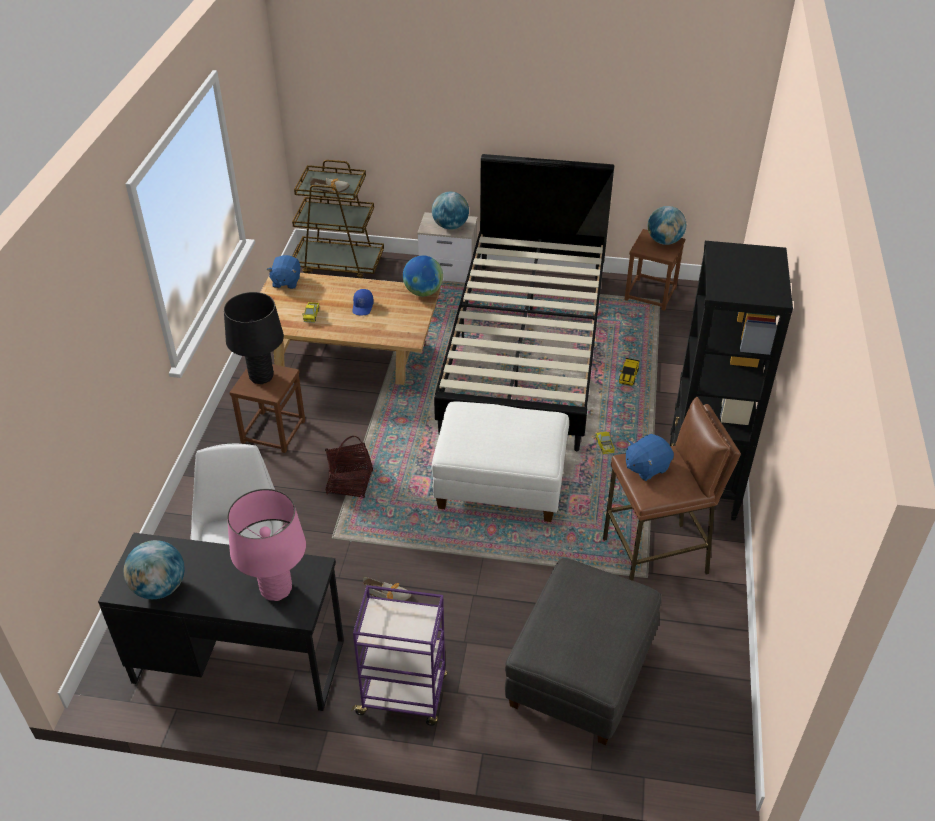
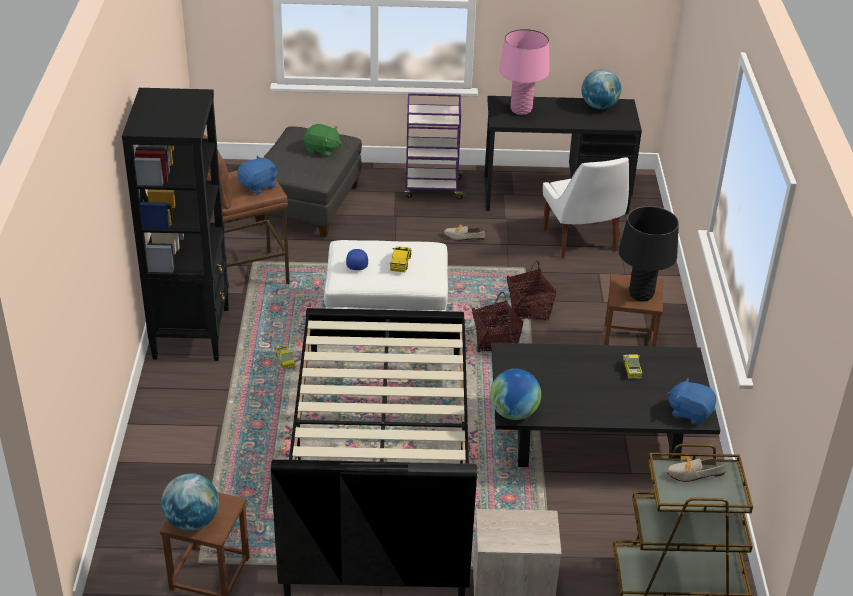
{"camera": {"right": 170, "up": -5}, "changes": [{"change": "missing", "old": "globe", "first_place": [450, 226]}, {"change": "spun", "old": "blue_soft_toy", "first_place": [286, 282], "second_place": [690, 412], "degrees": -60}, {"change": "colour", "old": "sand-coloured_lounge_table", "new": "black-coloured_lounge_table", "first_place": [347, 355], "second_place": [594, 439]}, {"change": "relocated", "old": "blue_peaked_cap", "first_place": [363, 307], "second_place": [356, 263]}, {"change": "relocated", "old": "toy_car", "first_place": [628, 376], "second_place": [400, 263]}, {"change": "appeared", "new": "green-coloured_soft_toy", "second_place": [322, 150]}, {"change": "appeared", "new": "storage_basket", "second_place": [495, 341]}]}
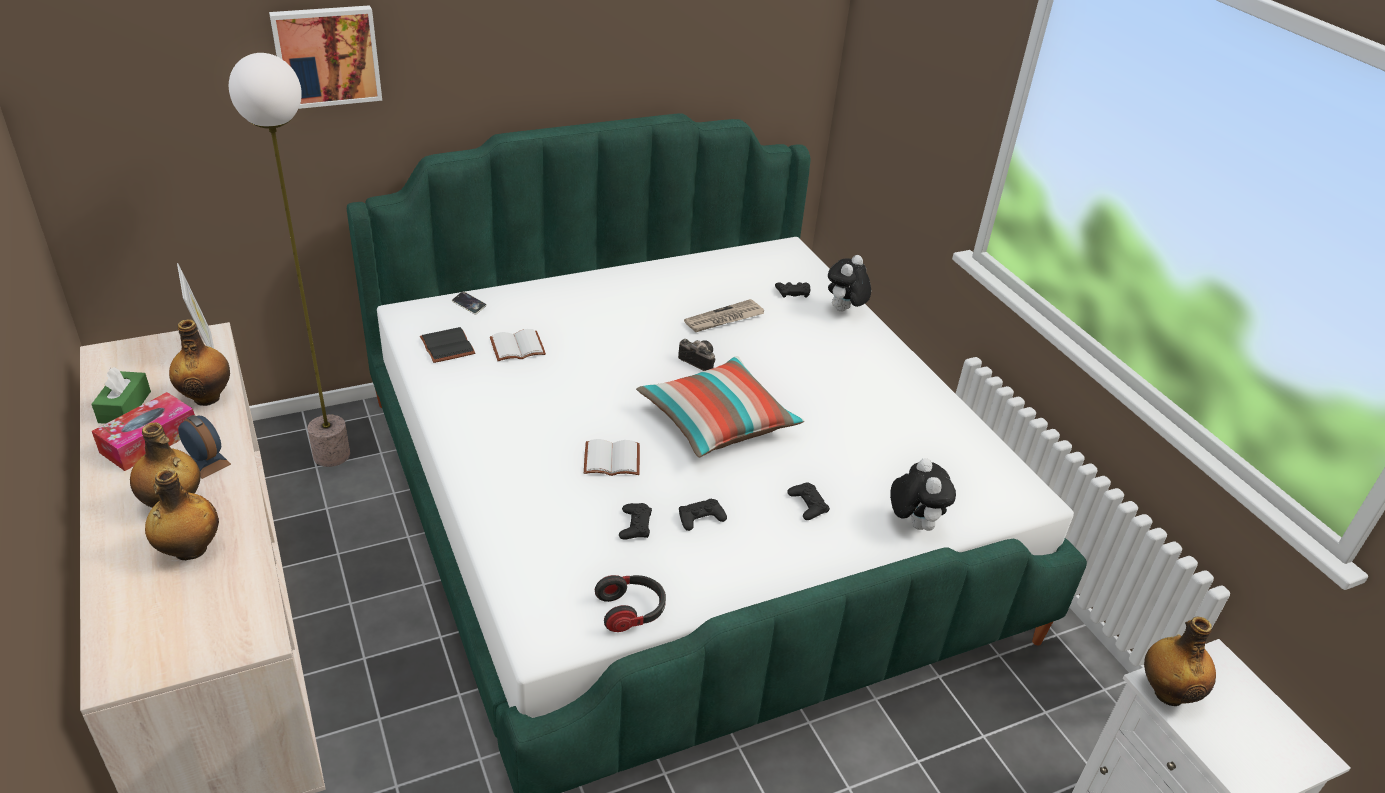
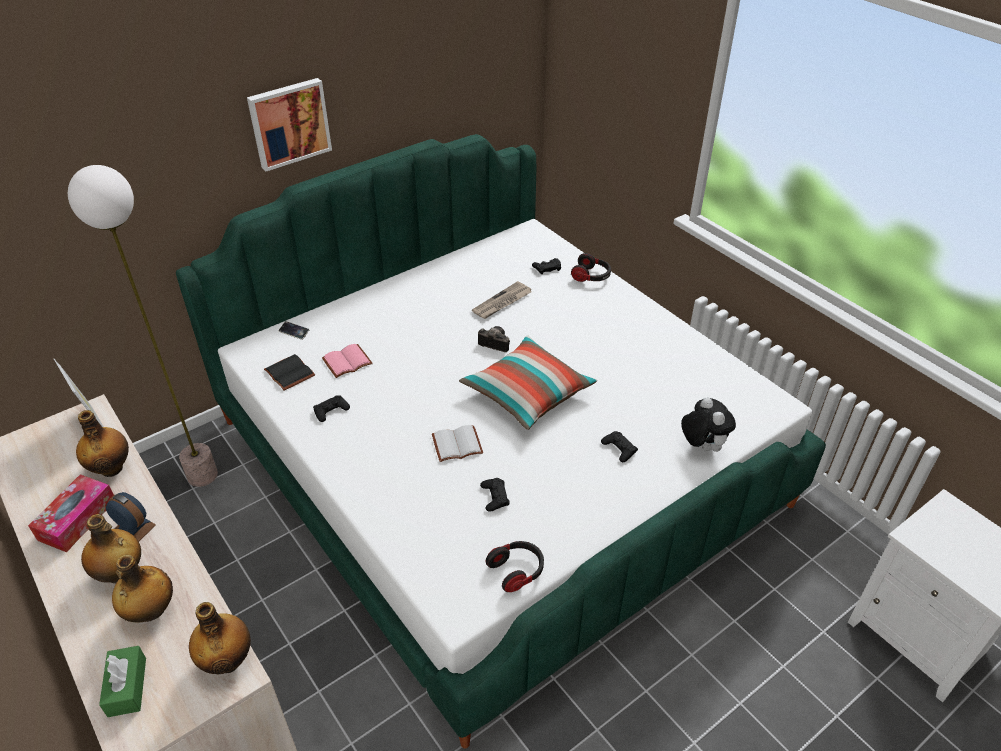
{"camera": {"right": -10, "up": 5}, "changes": [{"change": "relocated", "old": "picture", "first_place": [327, 55], "second_place": [289, 123]}, {"change": "exchanged", "old": "soft_toy", "new": "headphones", "first_place": [844, 311], "second_place": [591, 276]}, {"change": "colour", "old": "white_book", "new": "pink-coloured_book", "first_place": [517, 348], "second_place": [347, 363]}, {"change": "relocated", "old": "green-coloured_tissue_box", "first_place": [125, 407], "second_place": [127, 687]}, {"change": "relocated", "old": "black-coloured_joypad", "first_place": [701, 518], "second_place": [331, 411]}, {"change": "relocated", "old": "drink_bottle", "first_place": [1167, 692], "second_place": [228, 660]}]}
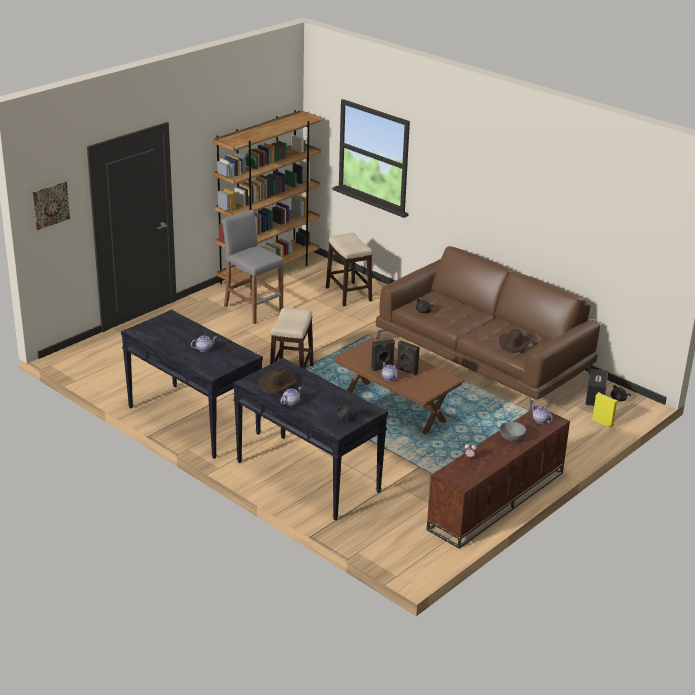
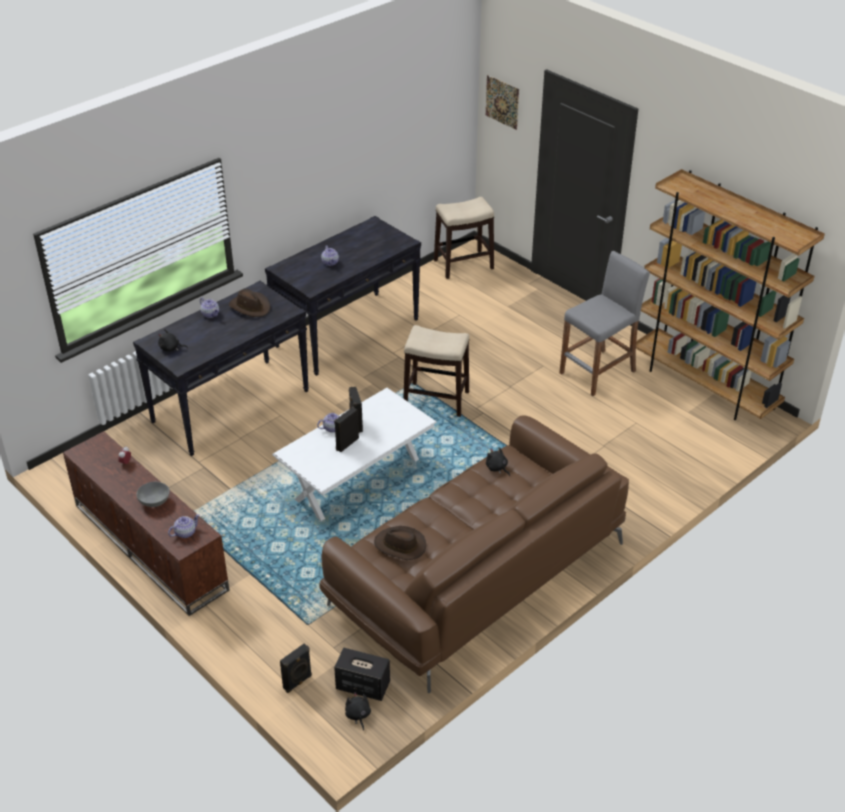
{"camera": {"right": 95, "up": 10}, "changes": [{"change": "relocated", "old": "stool_seat", "first_place": [348, 294], "second_place": [464, 264]}, {"change": "colour", "old": "brownish_lounge_table", "new": "white_lounge_table", "first_place": [395, 407], "second_place": [357, 479]}, {"change": "colour", "old": "yellow_speaker", "new": "black-coloured_speaker", "first_place": [603, 422], "second_place": [298, 682]}]}
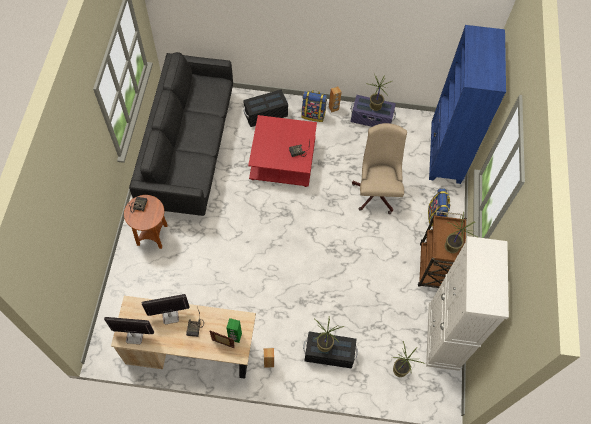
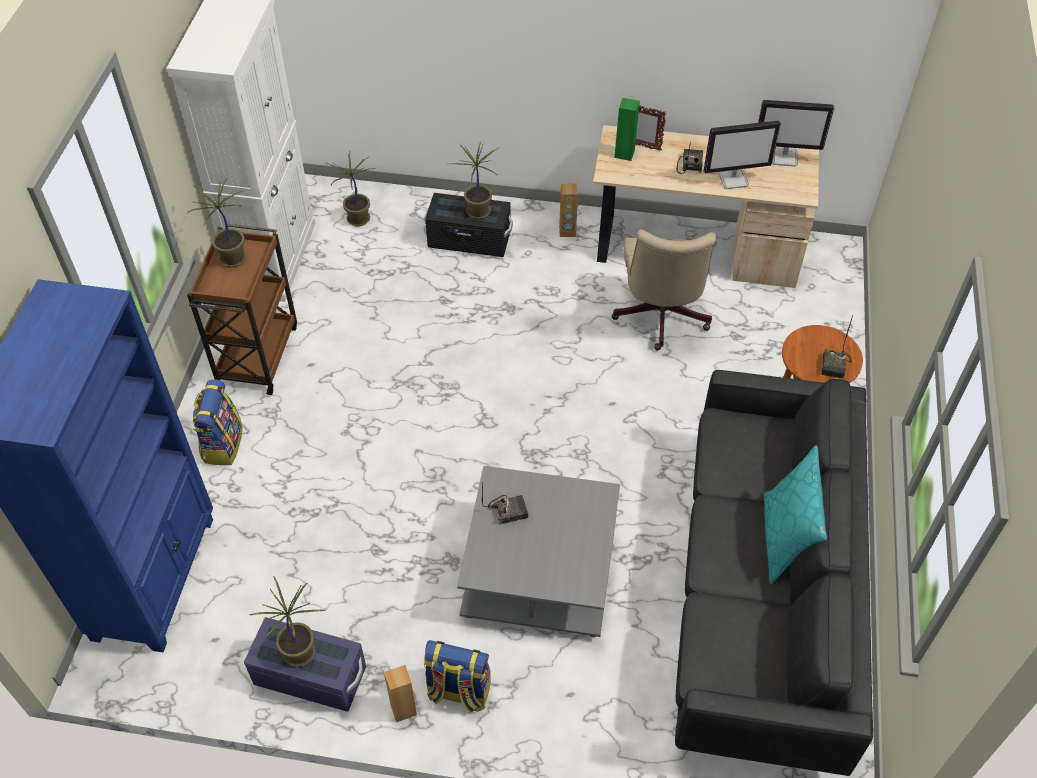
{"camera": {"right": -175, "up": -10}, "changes": [{"change": "missing", "old": "black-coloured_storage_bin", "first_place": [265, 114]}, {"change": "colour", "old": "red_lounge_table", "new": "greyish_lounge_table", "first_place": [282, 159], "second_place": [541, 571]}, {"change": "relocated", "old": "sand-coloured_office_chair", "first_place": [376, 190], "second_place": [659, 318]}, {"change": "appeared", "new": "turquoise-coloured_cushion", "second_place": [785, 539]}]}
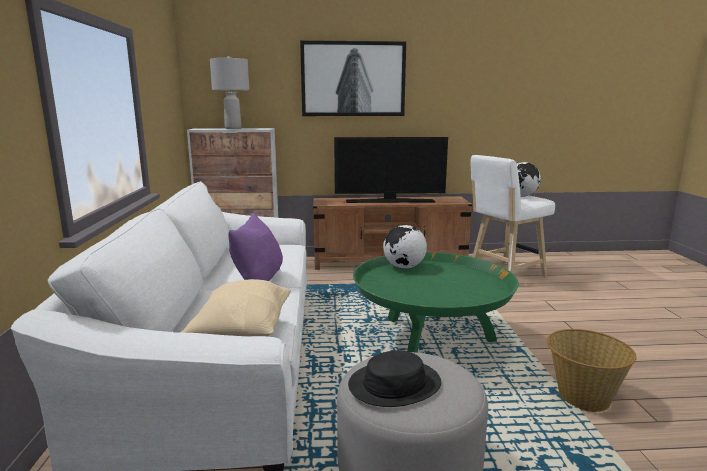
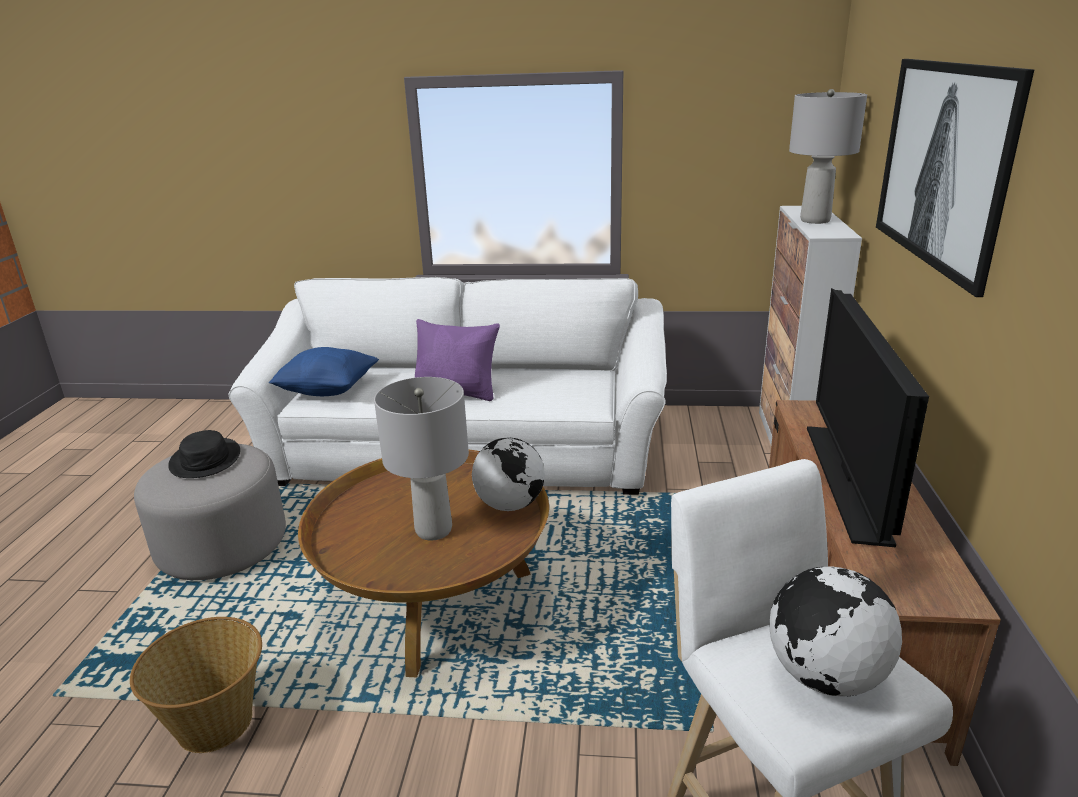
{"camera": {"right": 100, "up": 10}, "changes": [{"change": "colour", "old": "green-coloured_lounge_table", "new": "brownish_lounge_table", "first_place": [430, 343], "second_place": [436, 602]}, {"change": "colour", "old": "sand-coloured_cushion", "new": "blue_cushion", "first_place": [242, 334], "second_place": [328, 390]}, {"change": "appeared", "new": "greyish_tabletop_lamp", "second_place": [433, 530]}]}
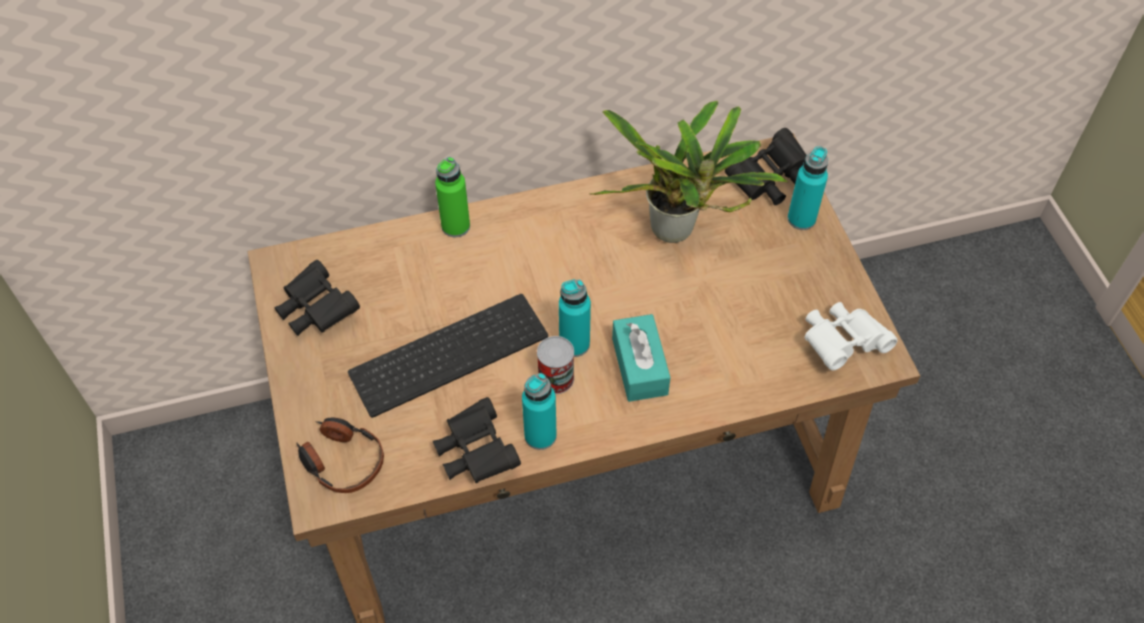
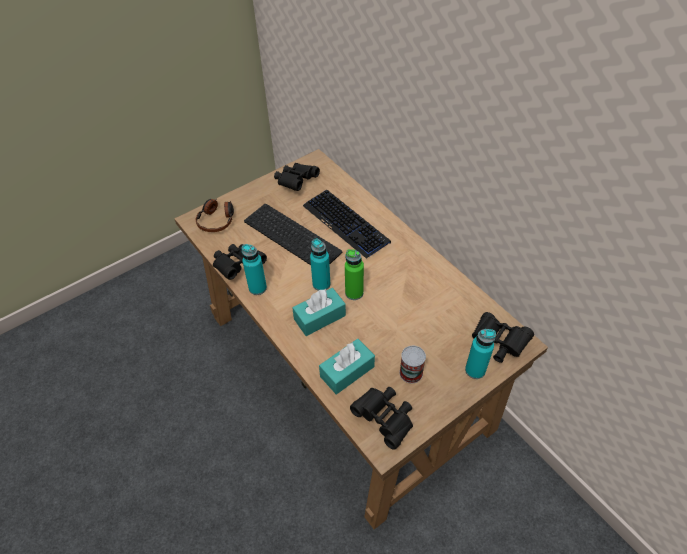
{"camera": {"right": 70, "up": -5}, "changes": [{"change": "missing", "old": "houseplant", "first_place": [677, 232]}, {"change": "relocated", "old": "green-coloured_drink_bottle", "first_place": [455, 226], "second_place": [354, 293]}, {"change": "colour", "old": "white_pair_of_binoculars", "new": "black-coloured_pair_of_binoculars", "first_place": [842, 343], "second_place": [385, 419]}, {"change": "relocated", "old": "sealed_can", "first_place": [556, 378], "second_place": [411, 373]}, {"change": "appeared", "new": "PC_keyboard", "second_place": [346, 224]}, {"change": "appeared", "new": "turquoise-coloured_tissue_box", "second_place": [347, 371]}]}
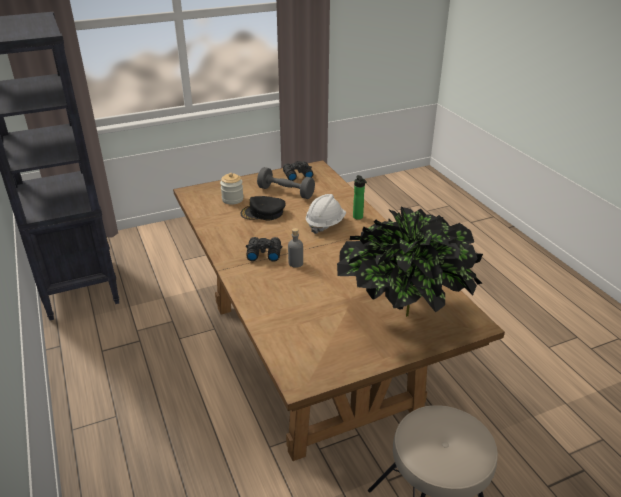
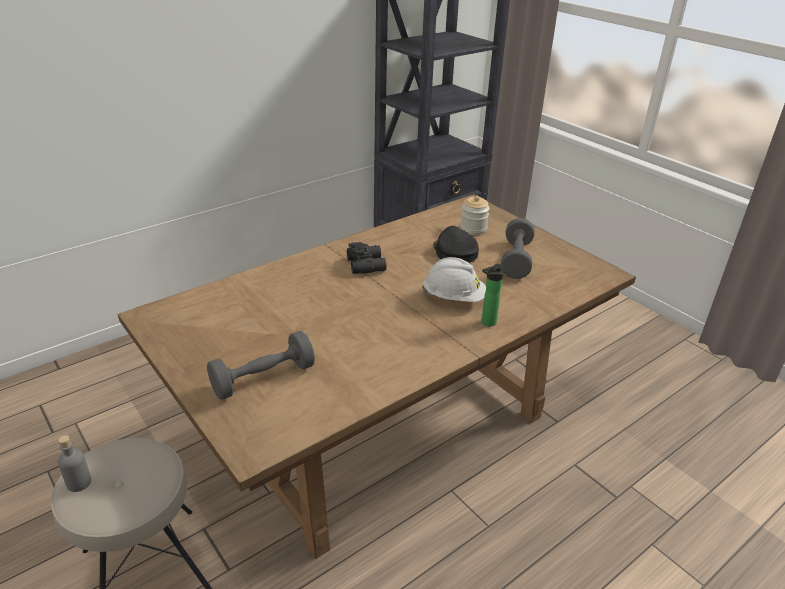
{"camera": {"right": 75, "up": 0}, "changes": [{"change": "missing", "old": "black-coloured_pair_of_binoculars", "first_place": [297, 175]}, {"change": "exchanged", "old": "houseplant", "new": "greyish_free_weight", "first_place": [403, 316], "second_place": [263, 378]}, {"change": "relocated", "old": "greyish_drink_bottle", "first_place": [295, 263], "second_place": [79, 483]}]}
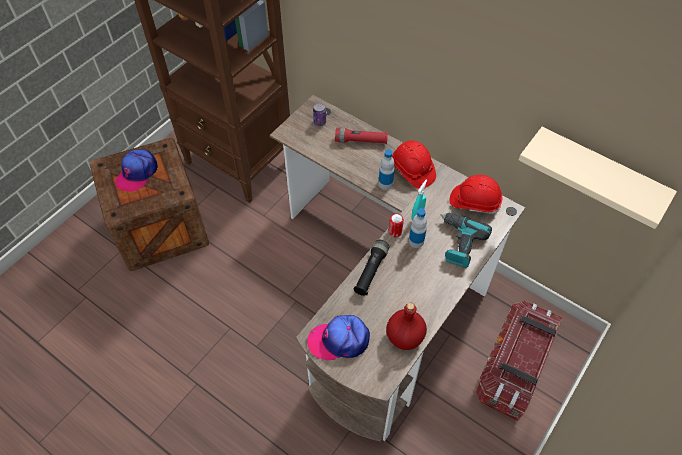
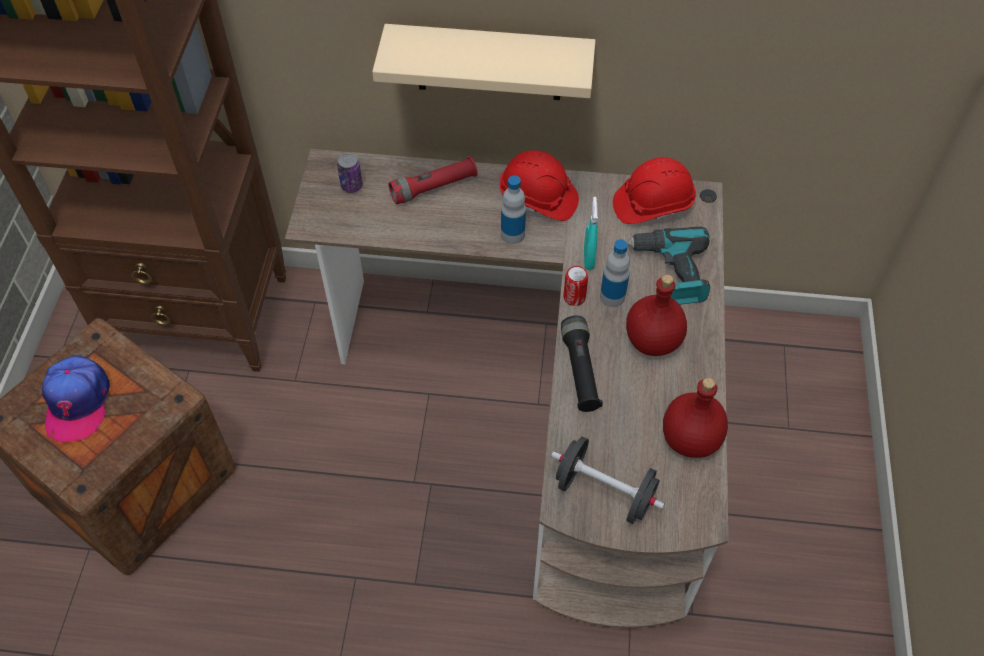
{"camera": {"right": -30, "up": 0}, "changes": [{"change": "relocated", "old": "sand-coloured_wall_shelf", "first_place": [598, 175], "second_place": [489, 62]}, {"change": "missing", "old": "storage_bin", "first_place": [513, 367]}, {"change": "exchanged", "old": "peaked_cap", "new": "black-coloured_free_weight", "first_place": [339, 340], "second_place": [604, 492]}, {"change": "appeared", "new": "red_drink_bottle", "second_place": [654, 341]}]}
